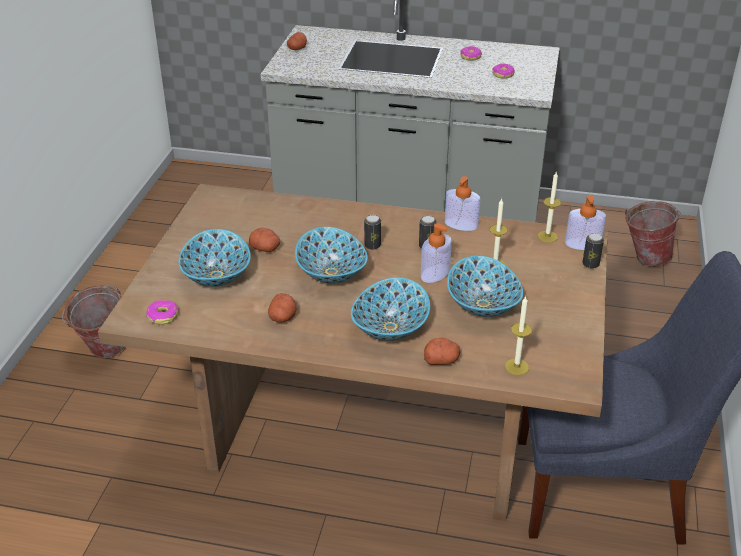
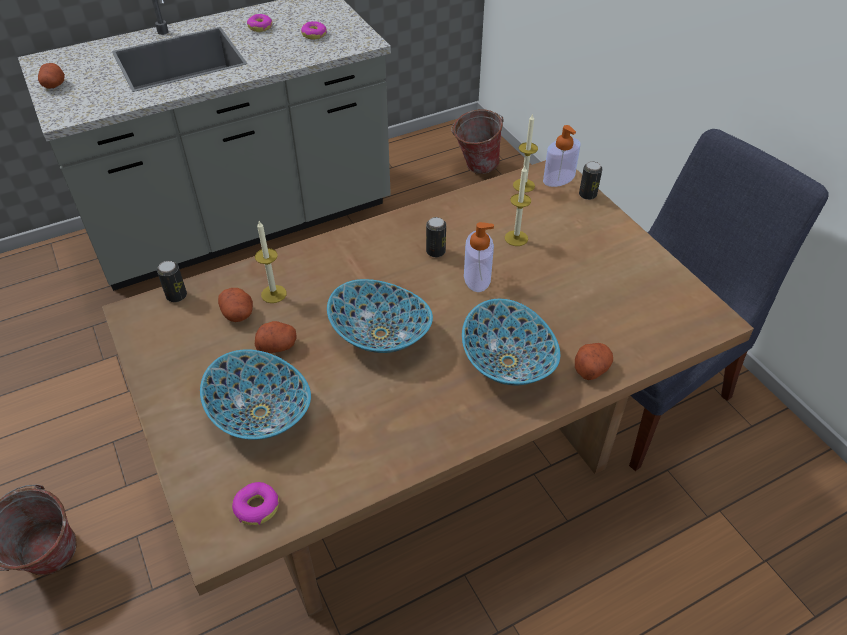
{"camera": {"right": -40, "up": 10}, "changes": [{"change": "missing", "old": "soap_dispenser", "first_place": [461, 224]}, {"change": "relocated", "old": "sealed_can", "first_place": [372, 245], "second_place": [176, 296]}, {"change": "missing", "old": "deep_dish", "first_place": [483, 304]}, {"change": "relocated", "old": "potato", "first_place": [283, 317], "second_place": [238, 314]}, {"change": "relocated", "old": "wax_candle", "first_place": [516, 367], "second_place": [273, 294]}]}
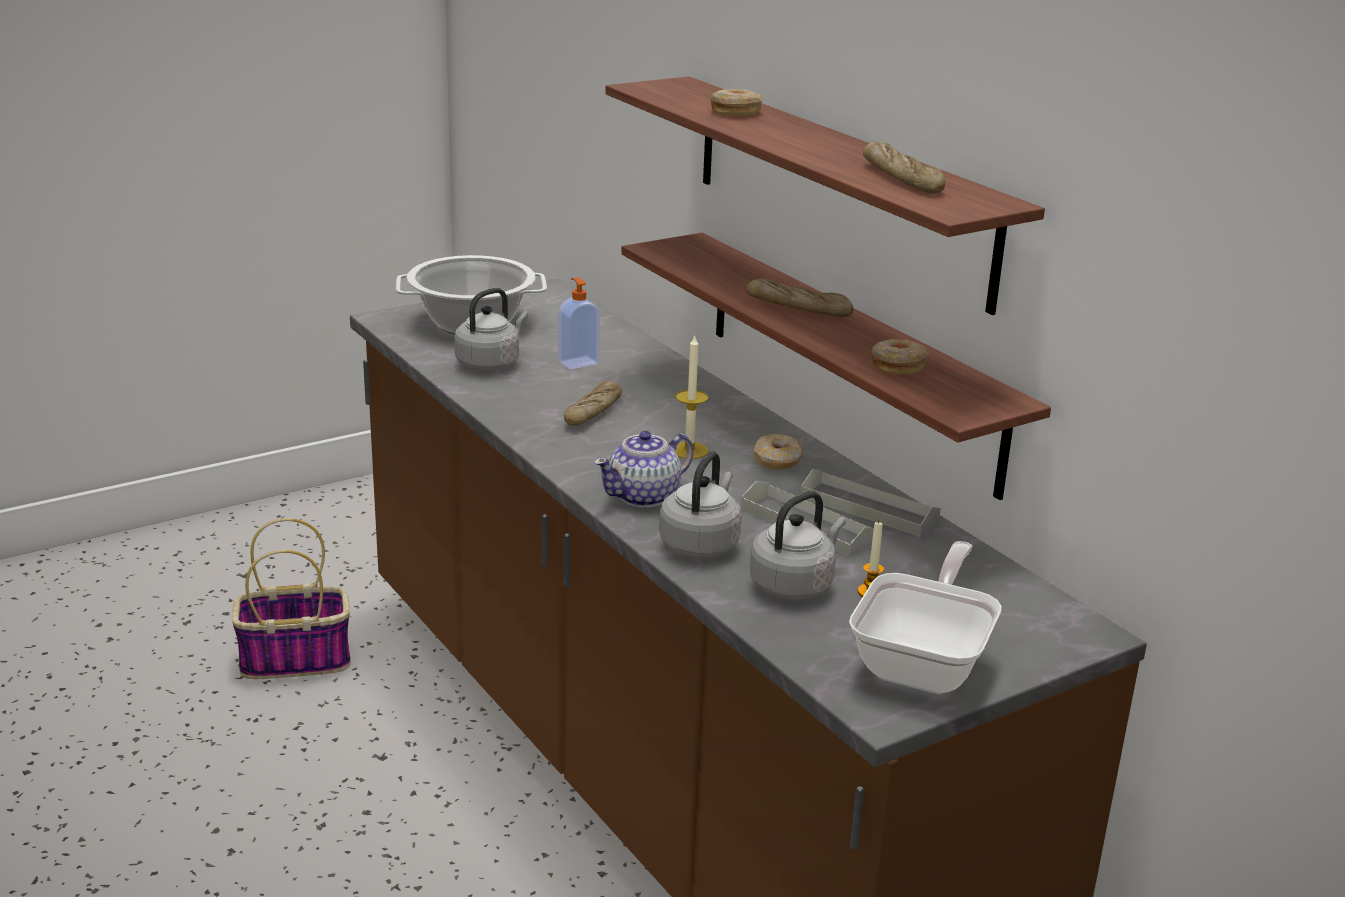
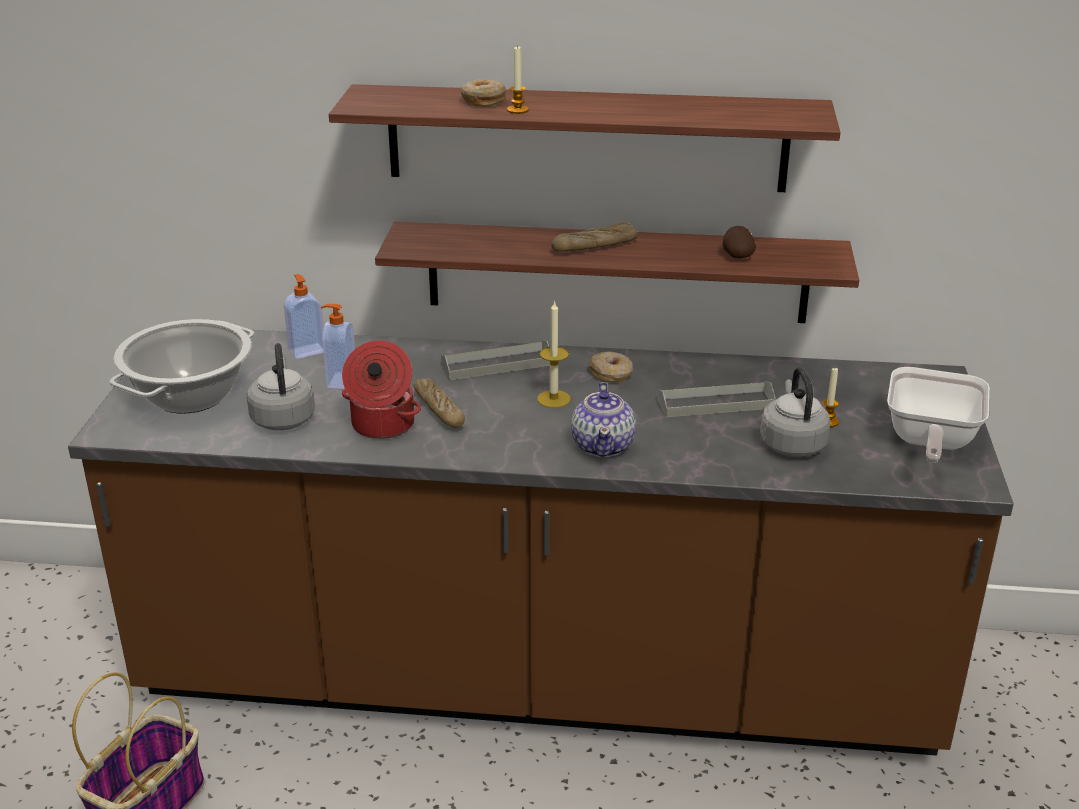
{"camera": {"right": -50, "up": 5}, "changes": [{"change": "missing", "old": "bakery_bread", "first_place": [901, 178]}, {"change": "exchanged", "old": "doughnut", "new": "potato", "first_place": [898, 365], "second_place": [736, 256]}, {"change": "missing", "old": "greyish_tea_kettle", "first_place": [701, 543]}, {"change": "relocated", "old": "greyish_serving_tray", "first_place": [869, 508], "second_place": [496, 365]}, {"change": "spun", "old": "skillet", "first_place": [925, 662], "second_place": [929, 442], "degrees": -135}, {"change": "appeared", "new": "wax_candle", "second_place": [517, 110]}, {"change": "appeared", "new": "soap_dispenser", "second_place": [306, 350]}, {"change": "appeared", "new": "cooking_pot", "second_place": [382, 425]}]}
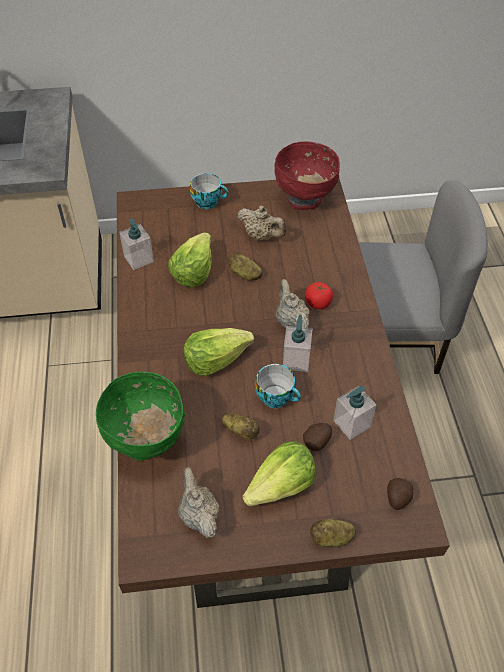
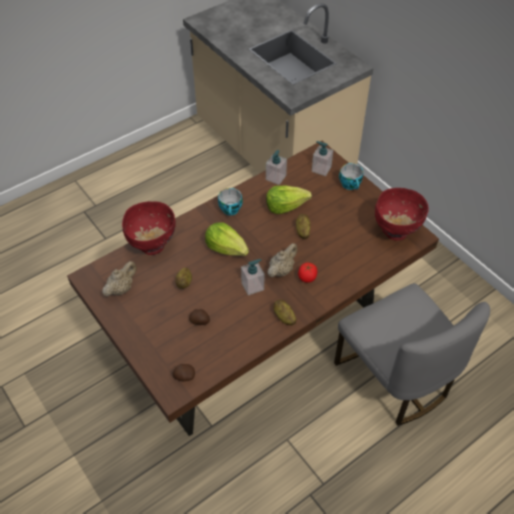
{"camera": {"right": 60, "up": 0}, "changes": [{"change": "missing", "old": "sand-coloured_pot_for_tea", "first_place": [261, 236]}, {"change": "relocated", "old": "small_cup", "first_place": [277, 397], "second_place": [231, 210]}, {"change": "colour", "old": "green-coloured_deep_dish", "new": "red_deep_dish", "first_place": [147, 442], "second_place": [152, 245]}, {"change": "relocated", "old": "soap_dispenser", "first_place": [351, 424], "second_place": [321, 169]}, {"change": "missing", "old": "lettuce_head", "first_place": [281, 486]}, {"change": "relocated", "old": "potato", "first_place": [332, 538], "second_place": [284, 317]}]}
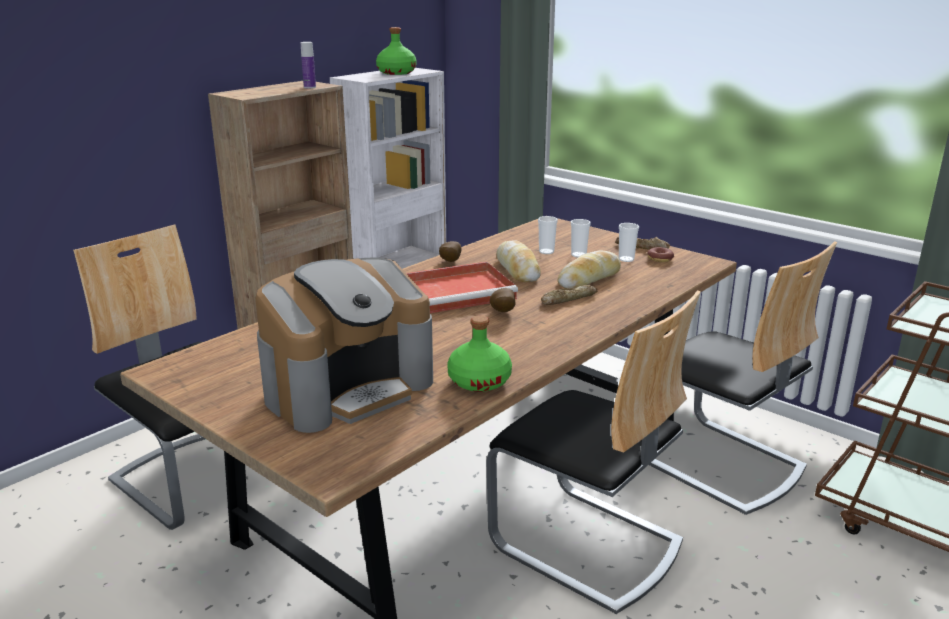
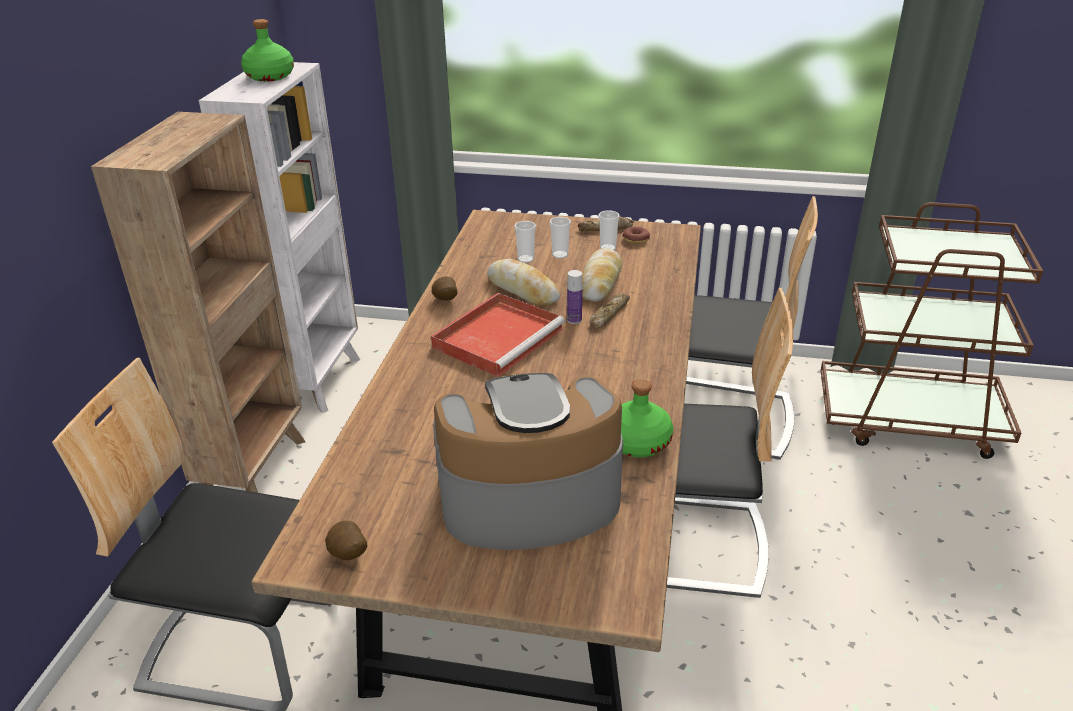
{"camera": {"right": -30, "up": 10}, "changes": [{"change": "relocated", "old": "drink_bottle", "first_place": [309, 87], "second_place": [574, 320]}, {"change": "spun", "old": "coffee_brewer", "first_place": [348, 387], "second_place": [528, 499], "degrees": -120}, {"change": "relocated", "old": "potato", "first_place": [502, 312], "second_place": [348, 556]}]}
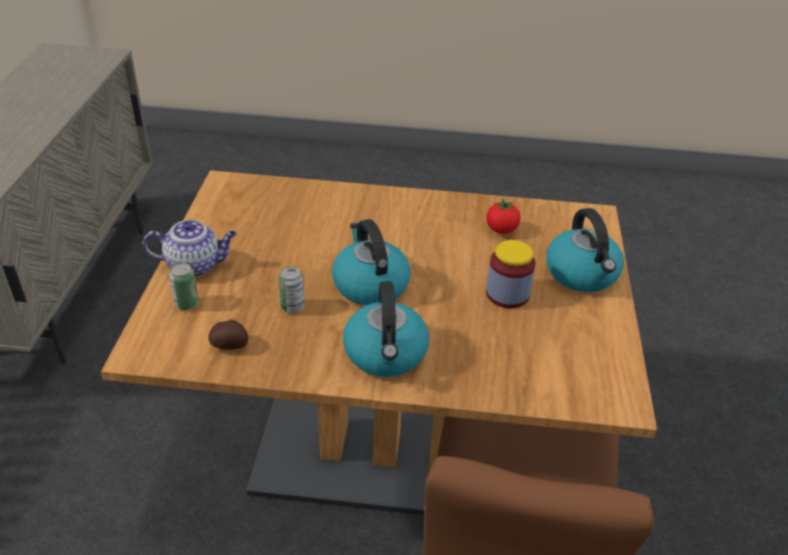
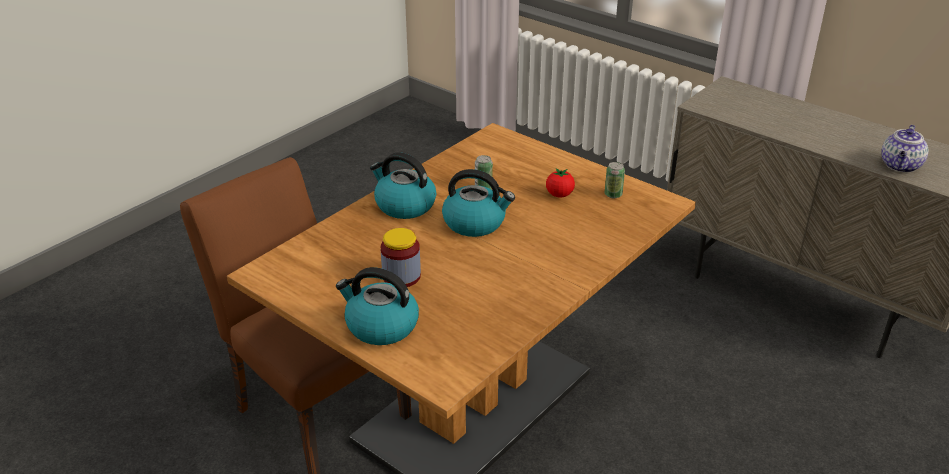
{"camera": {"right": 125, "up": -5}, "changes": [{"change": "relocated", "old": "whole_tomato", "first_place": [501, 230], "second_place": [559, 195]}, {"change": "relocated", "old": "pot_for_tea", "first_place": [195, 265], "second_place": [900, 166]}, {"change": "relocated", "old": "sealed_can", "first_place": [187, 304], "second_place": [613, 194]}, {"change": "missing", "old": "potato", "first_place": [230, 345]}]}
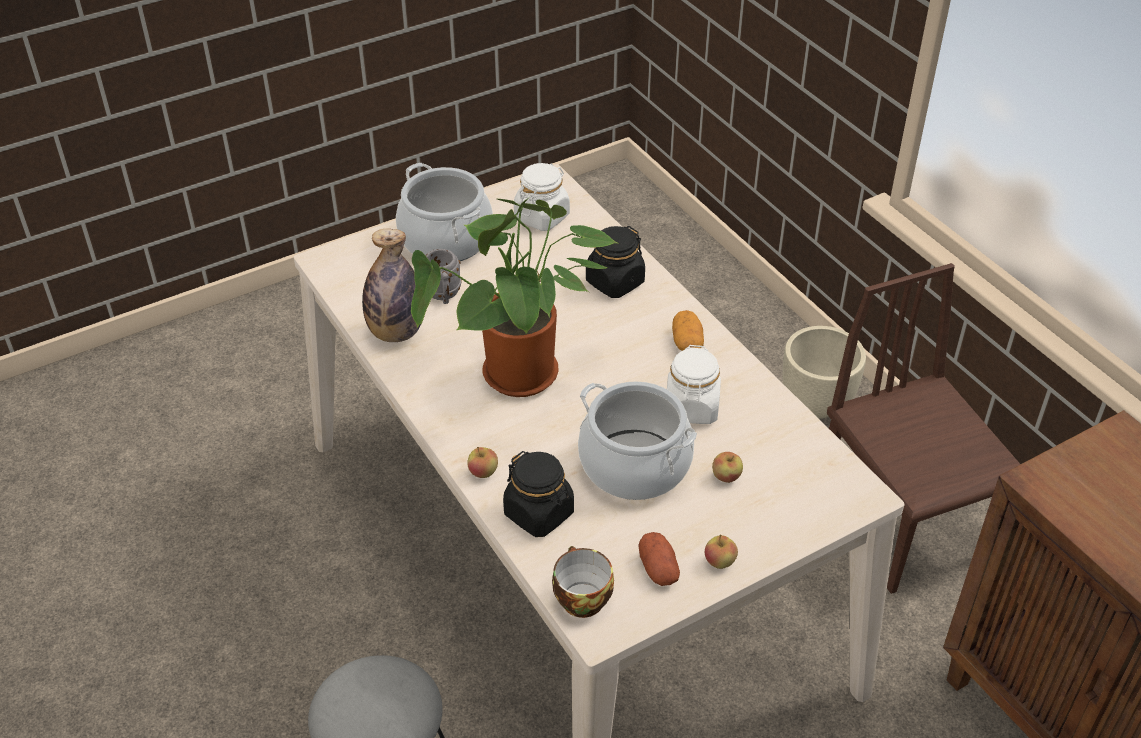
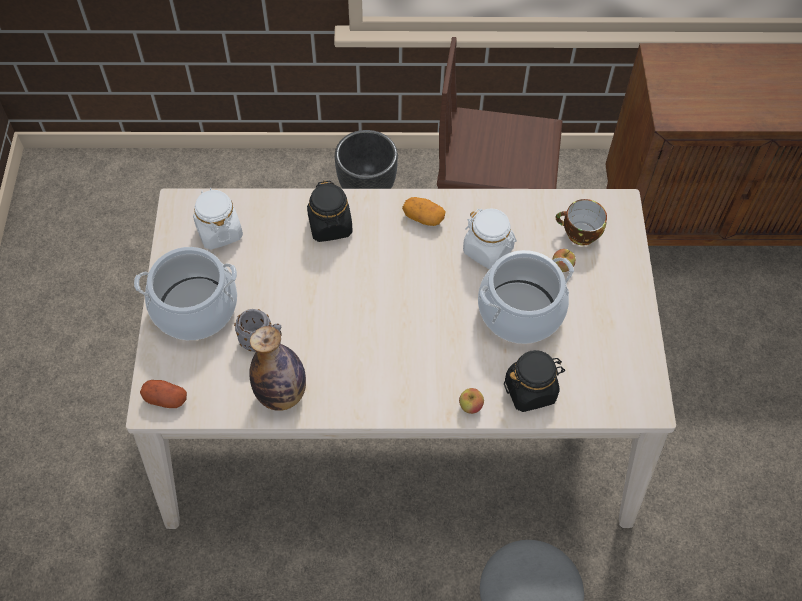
{"camera": {"right": -60, "up": 15}, "changes": [{"change": "missing", "old": "houseplant", "first_place": [521, 381]}, {"change": "colour", "old": "sand-coloured_flower_pot", "new": "black-coloured_flower_pot", "first_place": [817, 404], "second_place": [367, 188]}, {"change": "relocated", "old": "potato", "first_place": [658, 569], "second_place": [166, 399]}, {"change": "missing", "old": "apple_fruit", "first_place": [719, 562]}, {"change": "relocated", "old": "small_cup", "first_place": [580, 598], "second_place": [579, 234]}]}
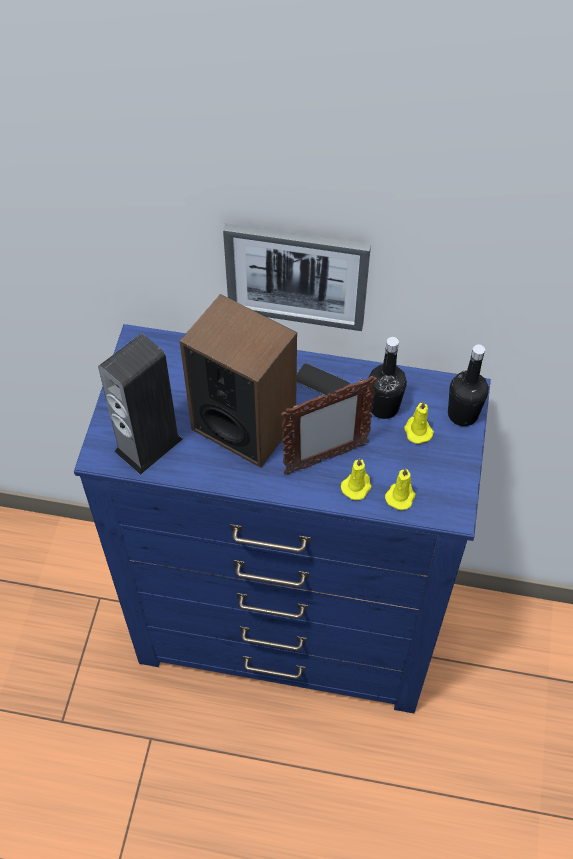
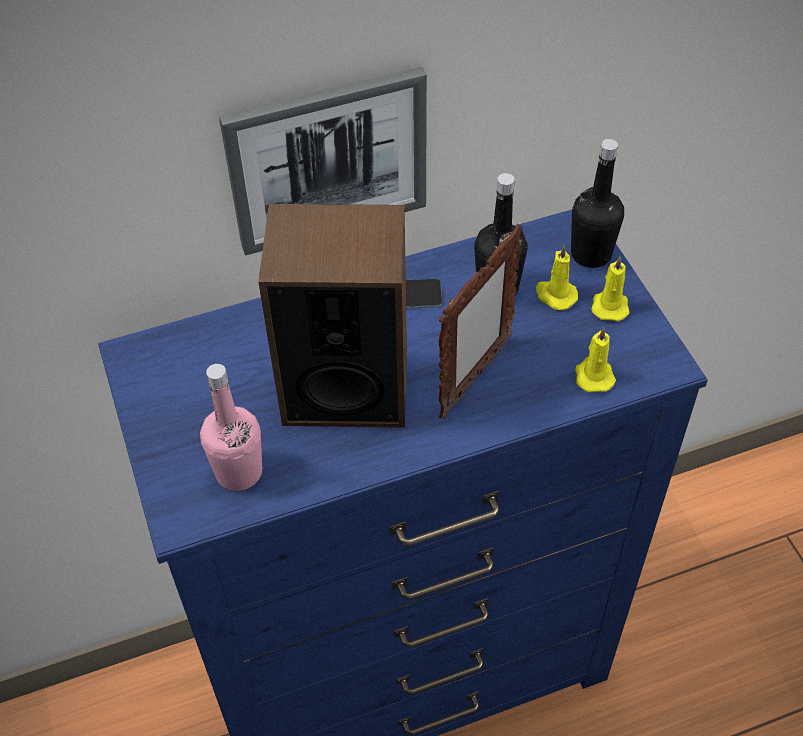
{"camera": {"right": -30, "up": -5}, "changes": [{"change": "exchanged", "old": "speaker", "new": "pink-coloured_drink_bottle", "first_place": [148, 445], "second_place": [239, 472]}, {"change": "relocated", "old": "yellow_wax_candle", "first_place": [357, 486], "second_place": [609, 305]}]}
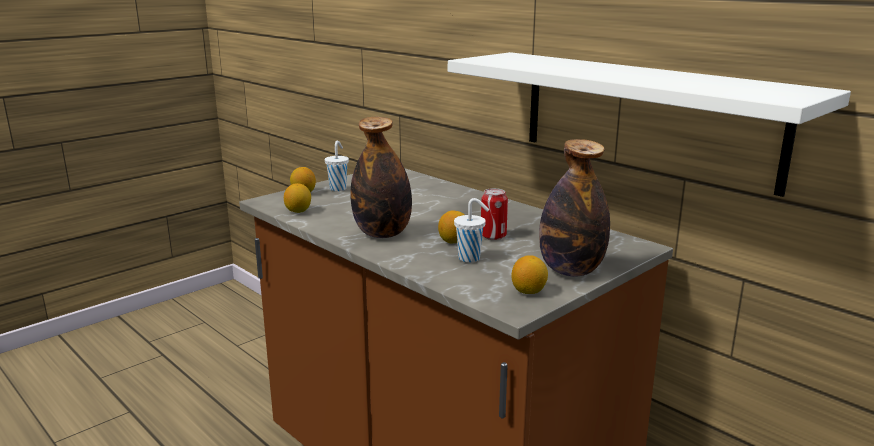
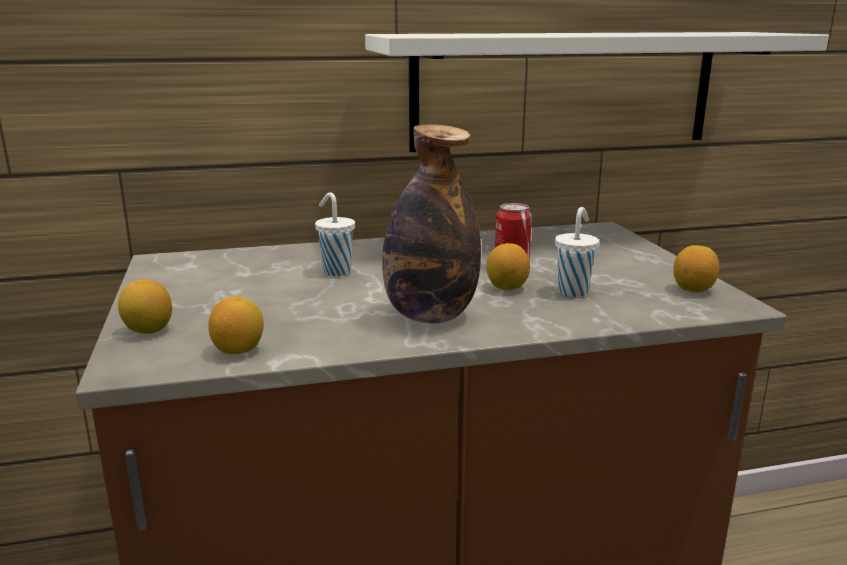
{"camera": {"right": -60, "up": 0}, "changes": [{"change": "missing", "old": "drink_bottle", "first_place": [571, 270]}, {"change": "relocated", "old": "white_small_cup", "first_place": [338, 188], "second_place": [336, 271]}]}
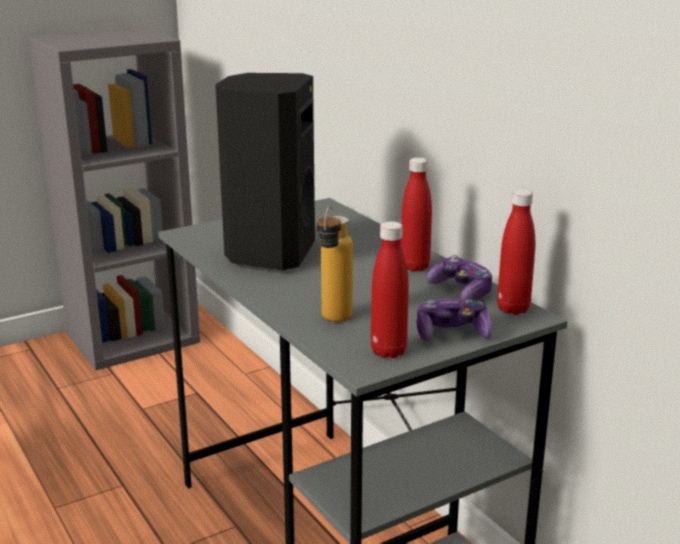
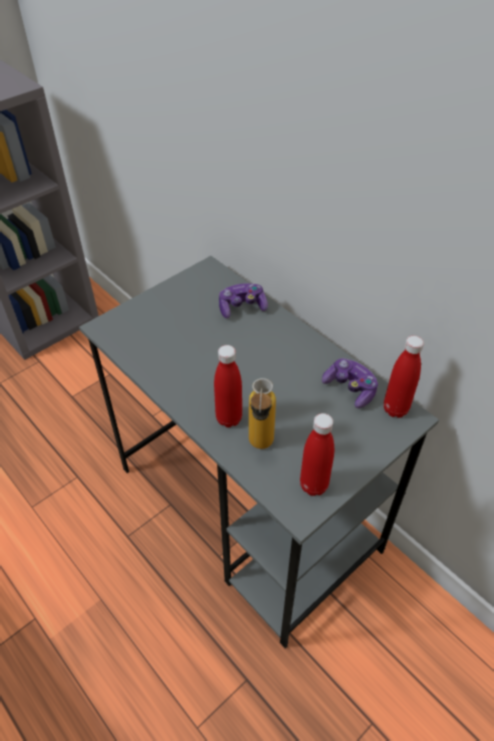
{"camera": {"right": -10, "up": 25}, "changes": [{"change": "missing", "old": "black-coloured_speaker", "first_place": [268, 254]}, {"change": "relocated", "old": "red_drink_bottle", "first_place": [414, 267], "second_place": [229, 418]}, {"change": "relocated", "old": "joypad", "first_place": [452, 333], "second_place": [242, 307]}]}
